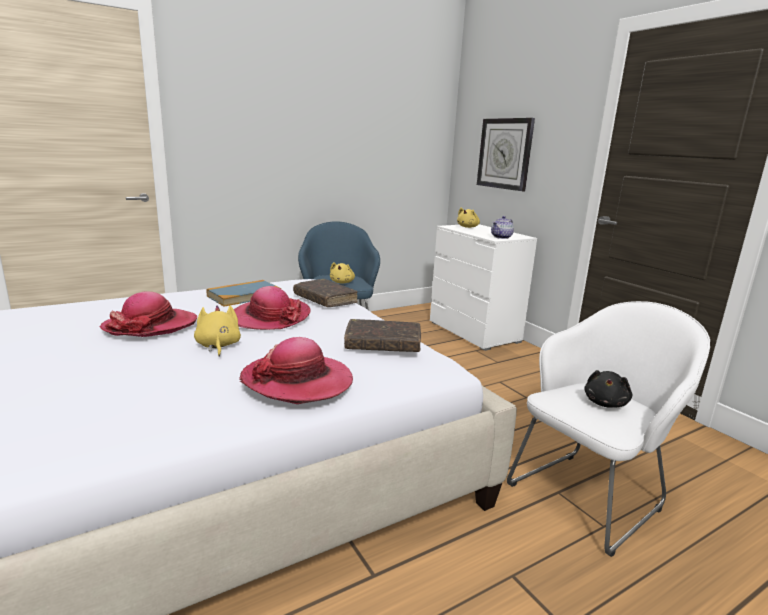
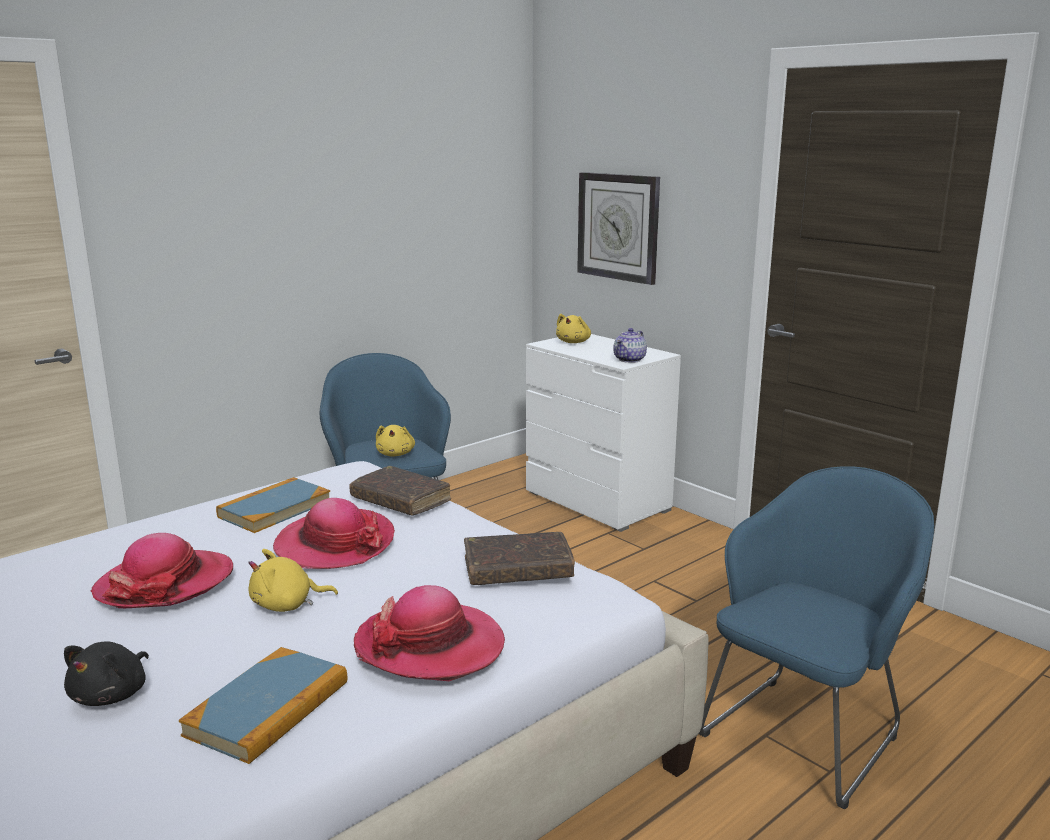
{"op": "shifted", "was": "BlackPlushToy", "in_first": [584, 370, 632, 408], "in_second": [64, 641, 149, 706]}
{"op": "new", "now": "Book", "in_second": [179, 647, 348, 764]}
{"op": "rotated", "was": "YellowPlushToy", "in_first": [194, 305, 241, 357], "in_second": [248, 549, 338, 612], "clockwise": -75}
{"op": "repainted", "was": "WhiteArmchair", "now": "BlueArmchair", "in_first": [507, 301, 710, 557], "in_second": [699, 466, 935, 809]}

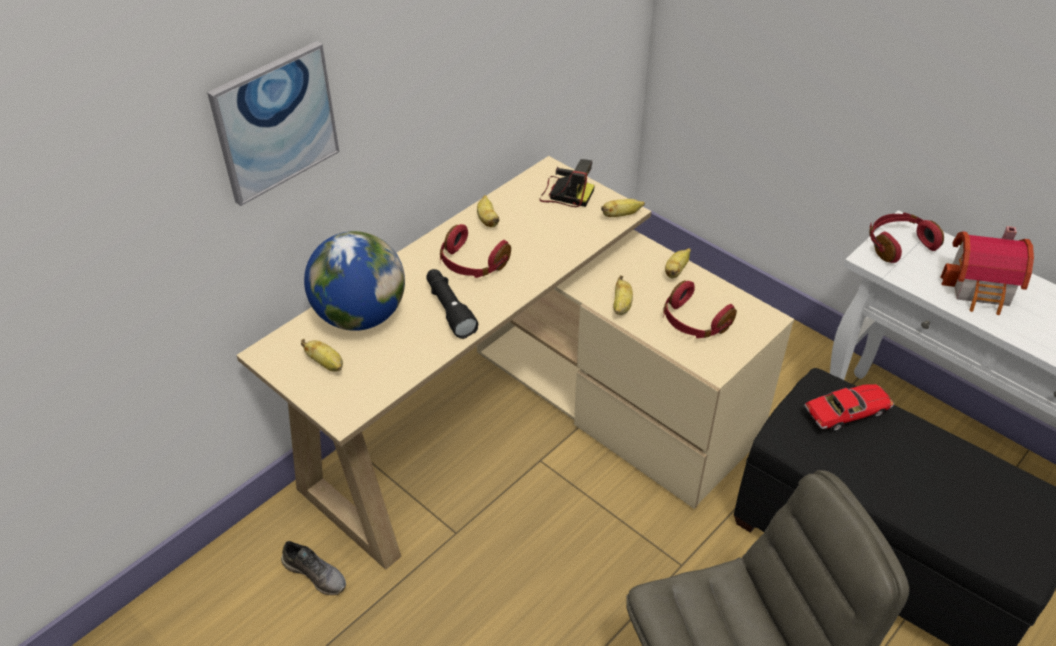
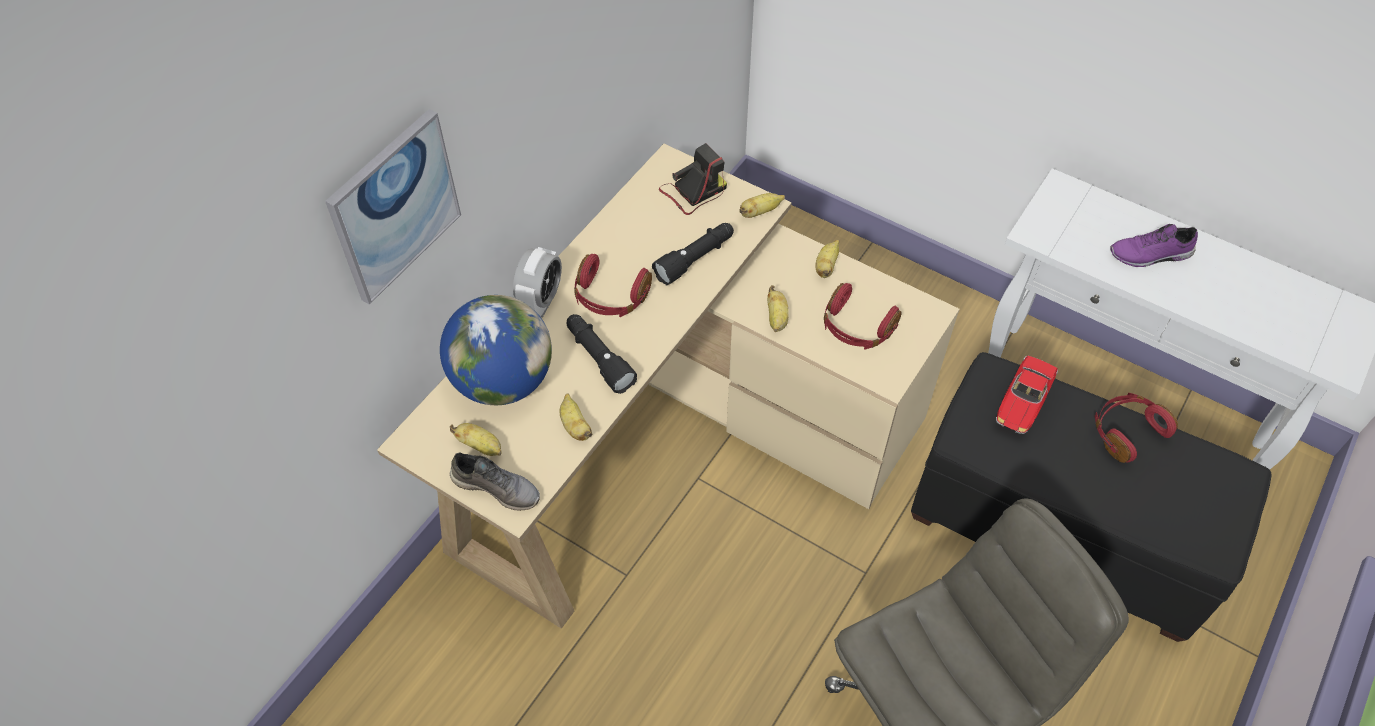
{"op": "shifted", "was": "GreyShoe", "in_first": [281, 541, 346, 595], "in_second": [450, 453, 540, 511]}
{"op": "new", "now": "AlarmClock", "in_second": [513, 247, 562, 318]}
{"op": "shifted", "was": "Banana", "in_first": [477, 195, 499, 227], "in_second": [560, 393, 592, 441]}
{"op": "new", "now": "BlackFlashlight", "in_second": [652, 223, 734, 285]}
{"op": "rotated", "was": "PhotoCamera", "in_first": [539, 159, 595, 207], "in_second": [659, 143, 727, 215], "clockwise": -45}
{"op": "rotated", "was": "ToyCar", "in_first": [804, 384, 894, 432], "in_second": [996, 356, 1058, 434], "clockwise": 150}
{"op": "shifted", "was": "RedHeadphones", "in_first": [869, 213, 944, 263], "in_second": [1095, 393, 1178, 463]}
{"op": "swapped", "was": "ToyHouse", "now": "PurpleShoe", "in_first": [941, 226, 1034, 315], "in_second": [1110, 224, 1198, 267]}

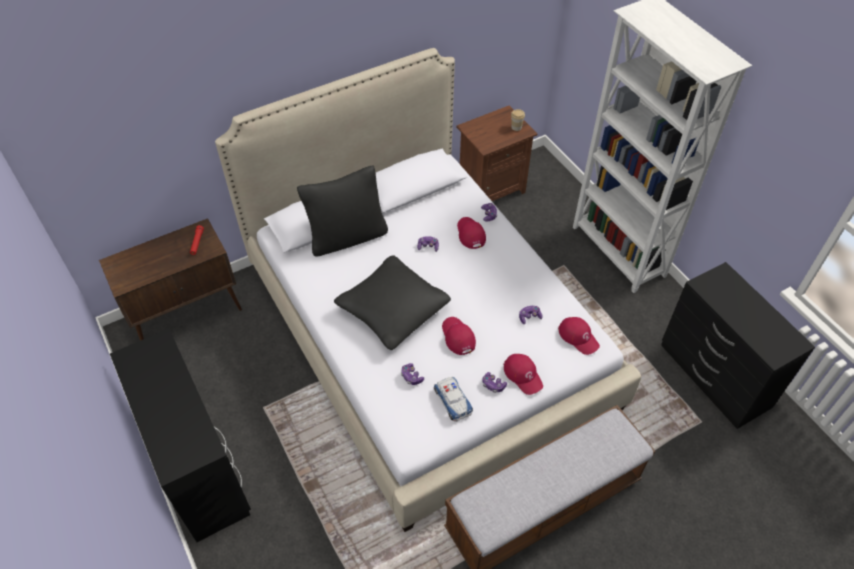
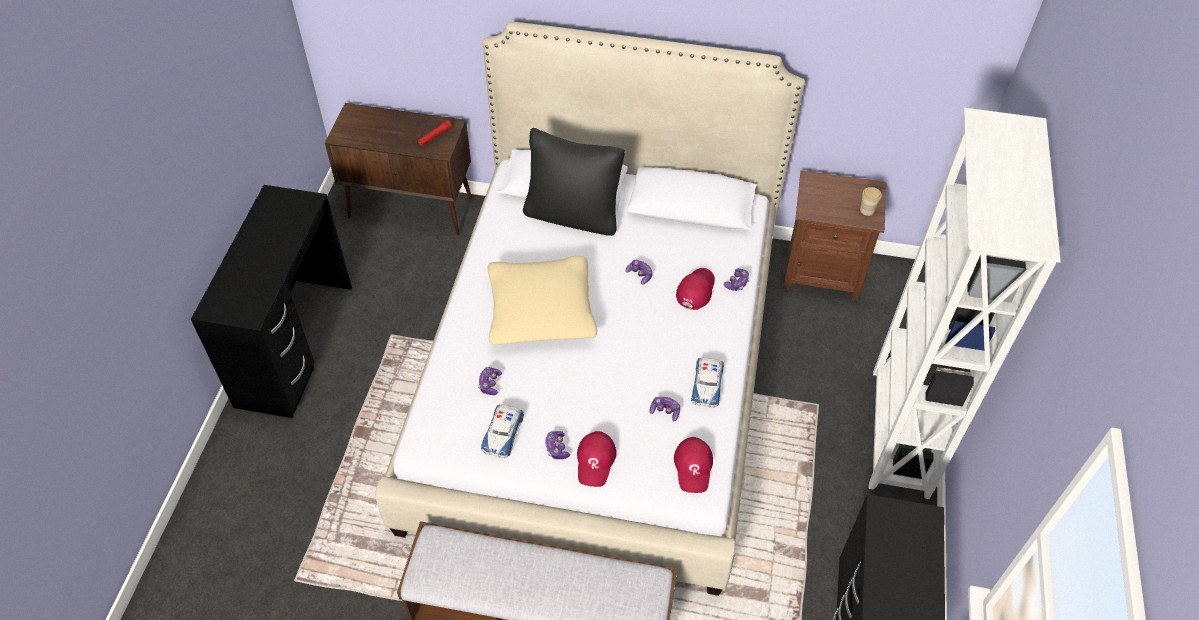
{"op": "repainted", "was": "BlackPillow", "now": "BeigePillow", "in_first": [334, 255, 451, 350], "in_second": [488, 256, 597, 345]}
{"op": "new", "now": "ToyCar", "in_second": [691, 357, 724, 408]}
{"op": "gone", "was": "RedCap", "in_first": [442, 317, 476, 355]}

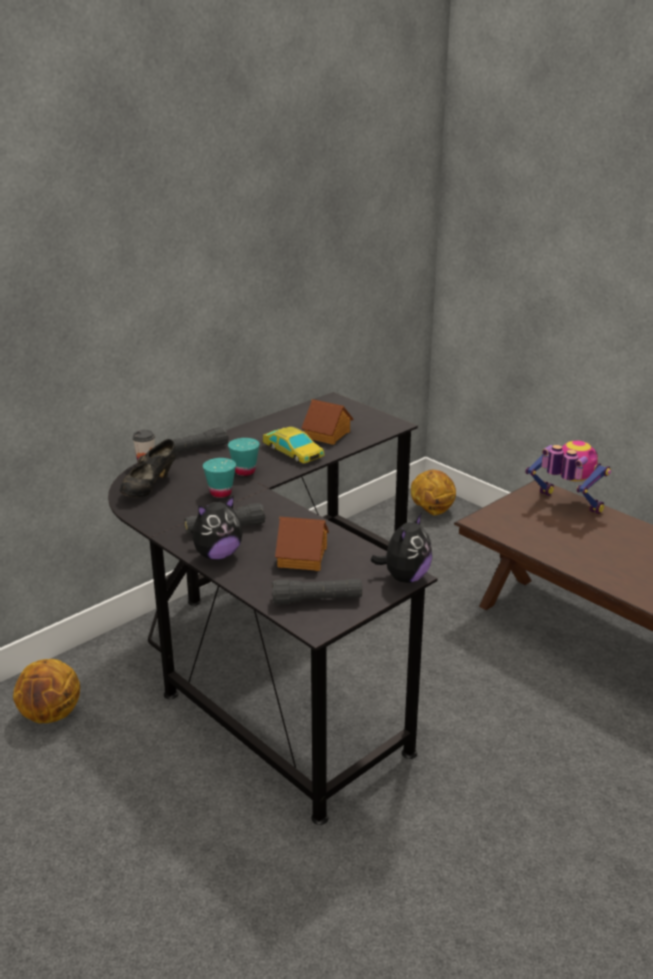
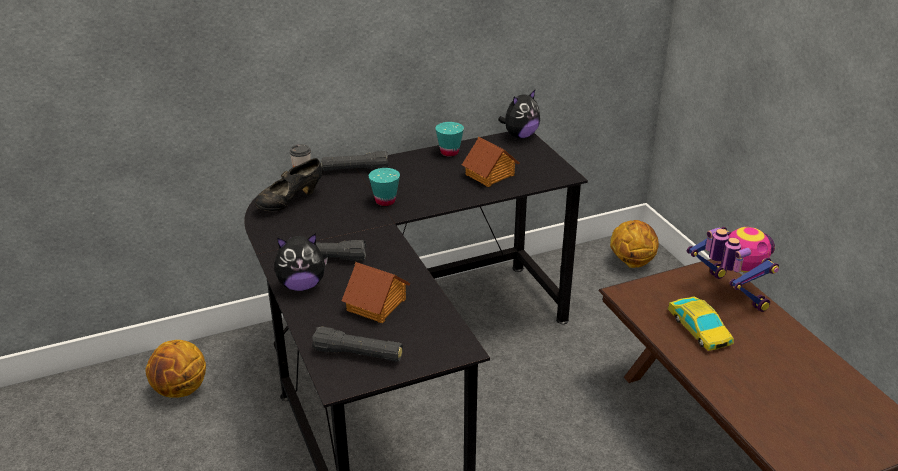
{"op": "shifted", "was": "TurquoiseCup", "in_first": [203, 458, 236, 498], "in_second": [435, 122, 464, 156]}
{"op": "shifted", "was": "PlushToy", "in_first": [370, 513, 432, 583], "in_second": [498, 90, 540, 139]}
{"op": "shifted", "was": "ToyCar", "in_first": [263, 427, 325, 464], "in_second": [668, 296, 734, 351]}

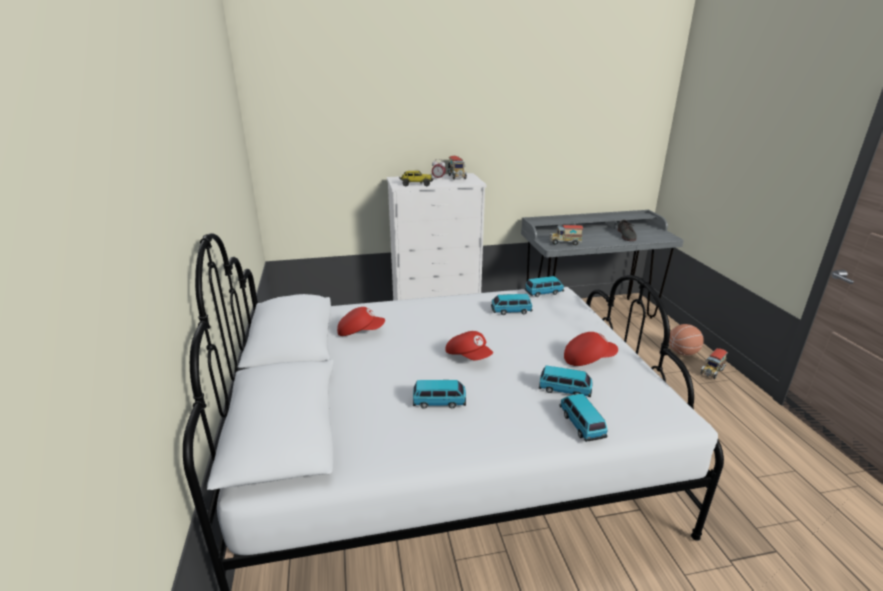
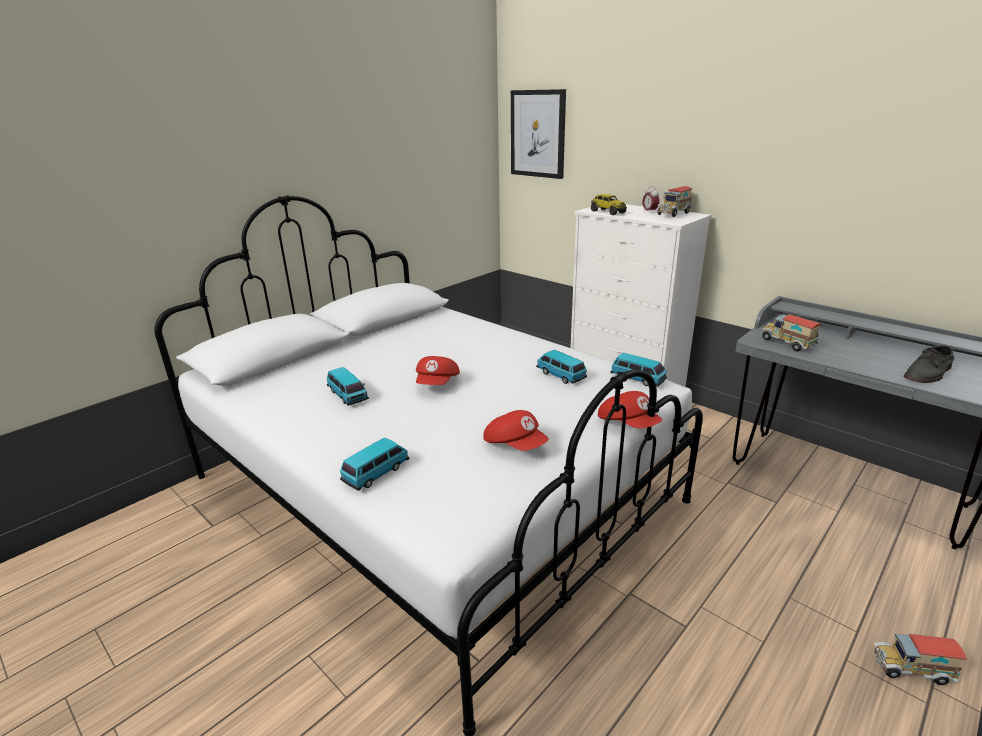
{"op": "new", "now": "Picture", "in_second": [511, 89, 566, 179]}
{"op": "shifted", "was": "RedCap", "in_first": [337, 307, 385, 336], "in_second": [598, 391, 662, 428]}
{"op": "gone", "was": "ToyCar", "in_first": [539, 365, 592, 397]}
{"op": "gone", "was": "Basketball", "in_first": [669, 324, 704, 356]}

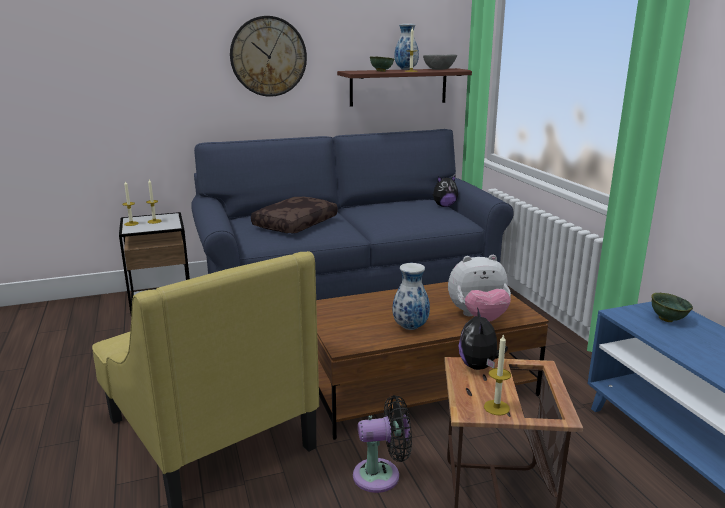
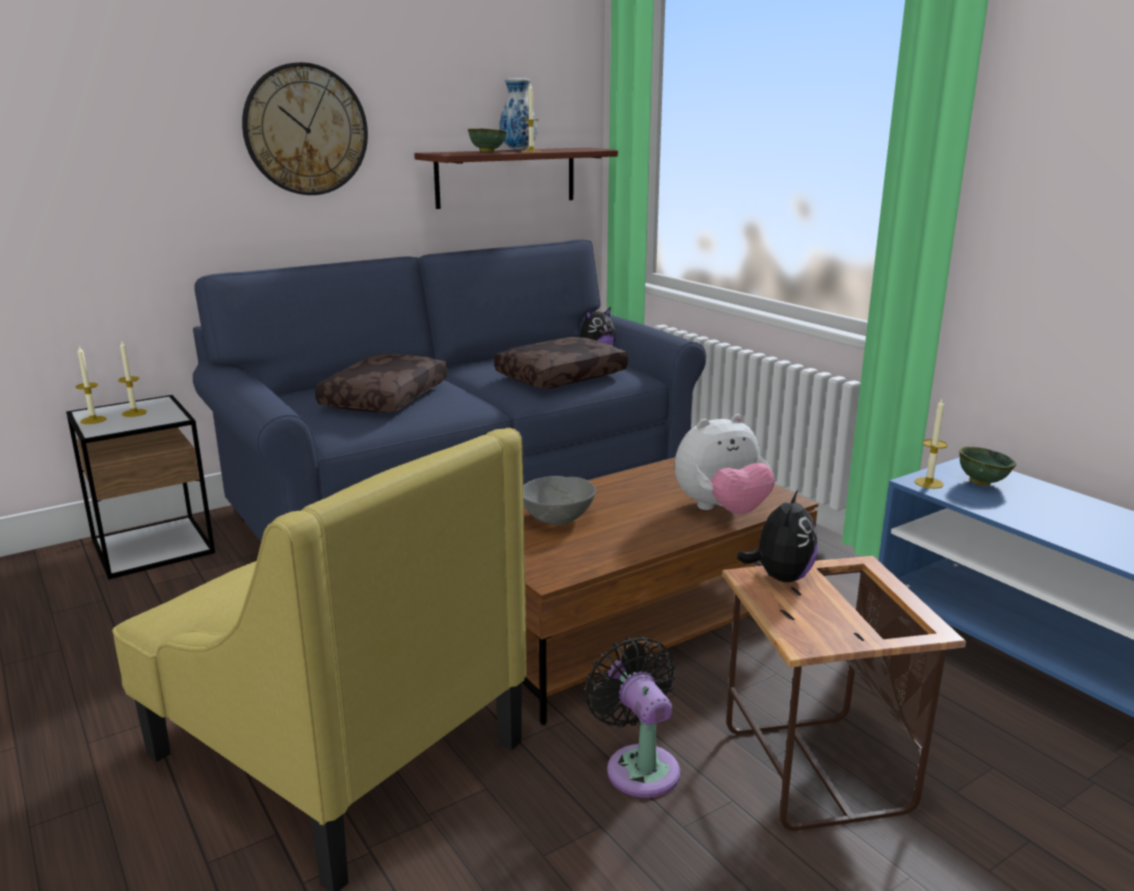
{"op": "new", "now": "BrownPillow", "in_second": [494, 337, 628, 388]}
{"op": "shifted", "was": "GreyBowl", "in_first": [423, 54, 457, 70], "in_second": [523, 476, 596, 525]}
{"op": "rotated", "was": "BlackFan", "in_first": [353, 395, 412, 493], "in_second": [585, 636, 680, 798], "clockwise": -90}
{"op": "rotated", "was": "PlushToy", "in_first": [459, 307, 508, 370], "in_second": [737, 490, 818, 582], "clockwise": -150}
{"op": "shifted", "was": "Candle", "in_first": [484, 334, 511, 415], "in_second": [915, 399, 948, 489]}
{"op": "gone", "was": "Vase", "in_first": [393, 263, 430, 330]}

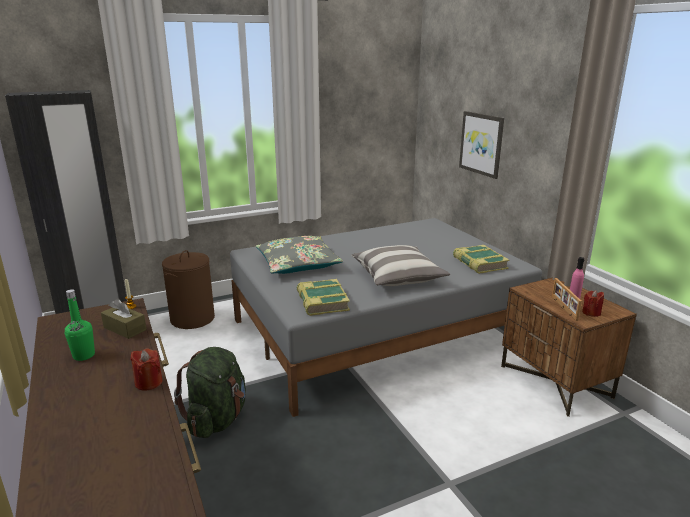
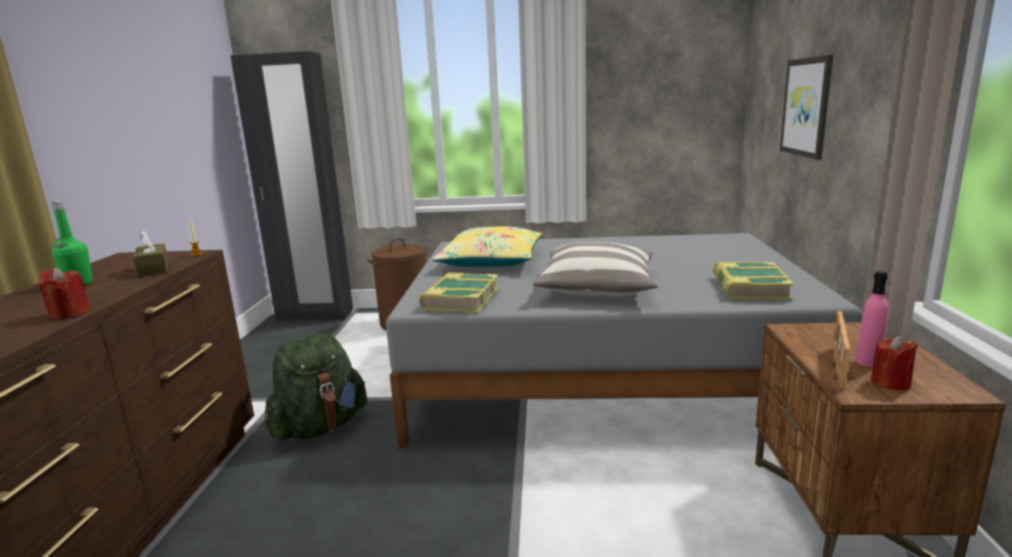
{"op": "repainted", "was": "GreyPillow", "now": "YellowPillow", "in_first": [256, 236, 343, 274], "in_second": [432, 227, 542, 267]}

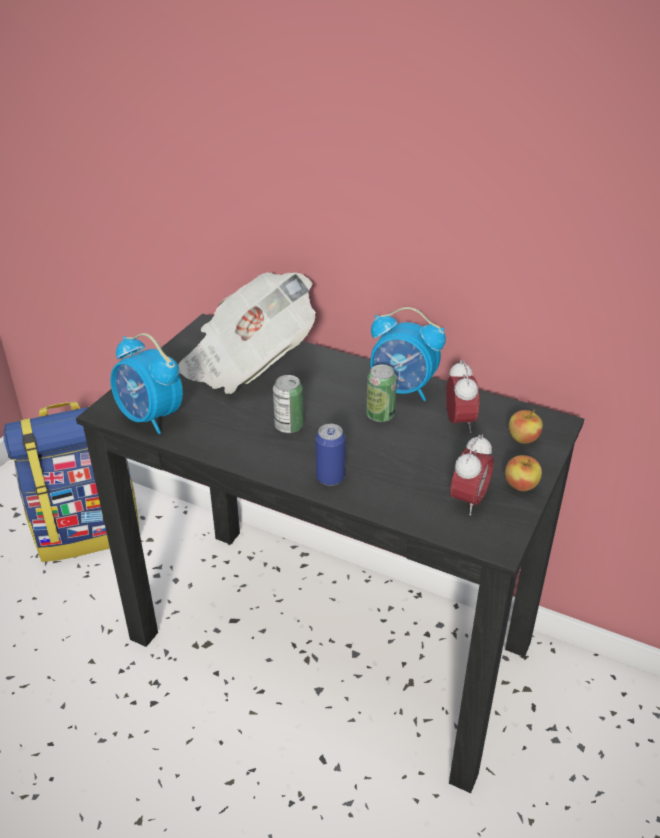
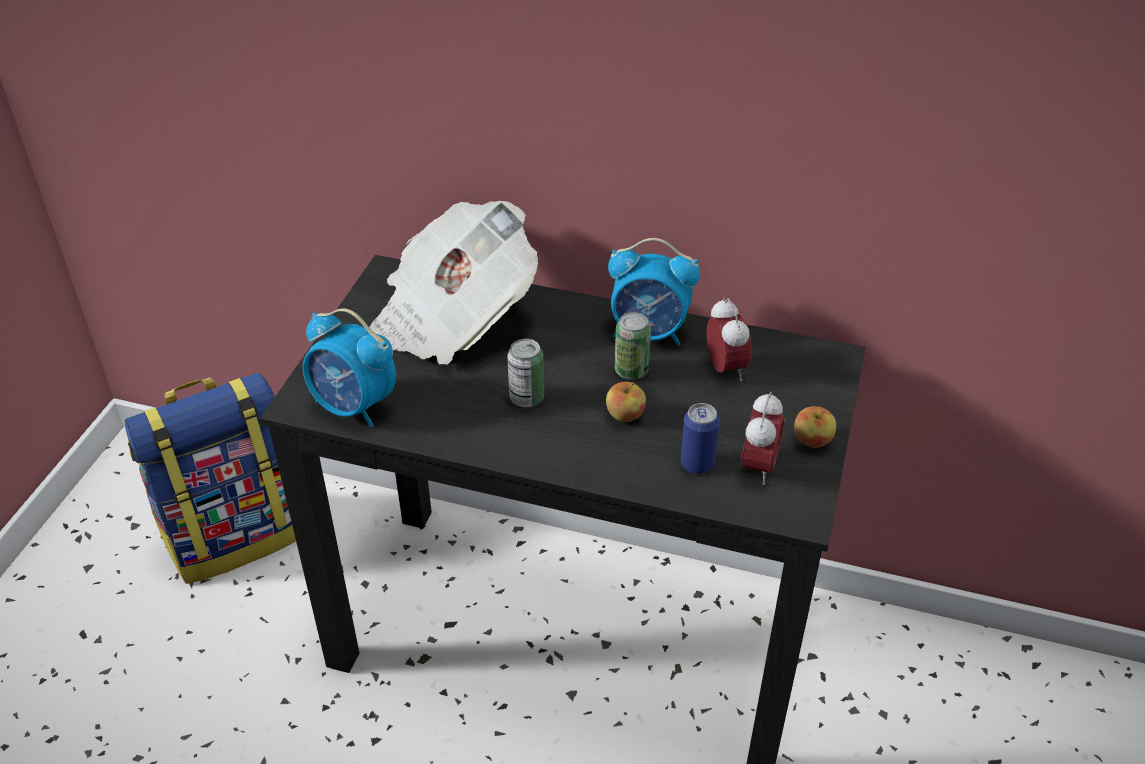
{"op": "shifted", "was": "Apple", "in_first": [509, 409, 543, 444], "in_second": [606, 382, 646, 422]}
{"op": "shifted", "was": "Can", "in_first": [316, 424, 345, 486], "in_second": [681, 403, 720, 474]}

